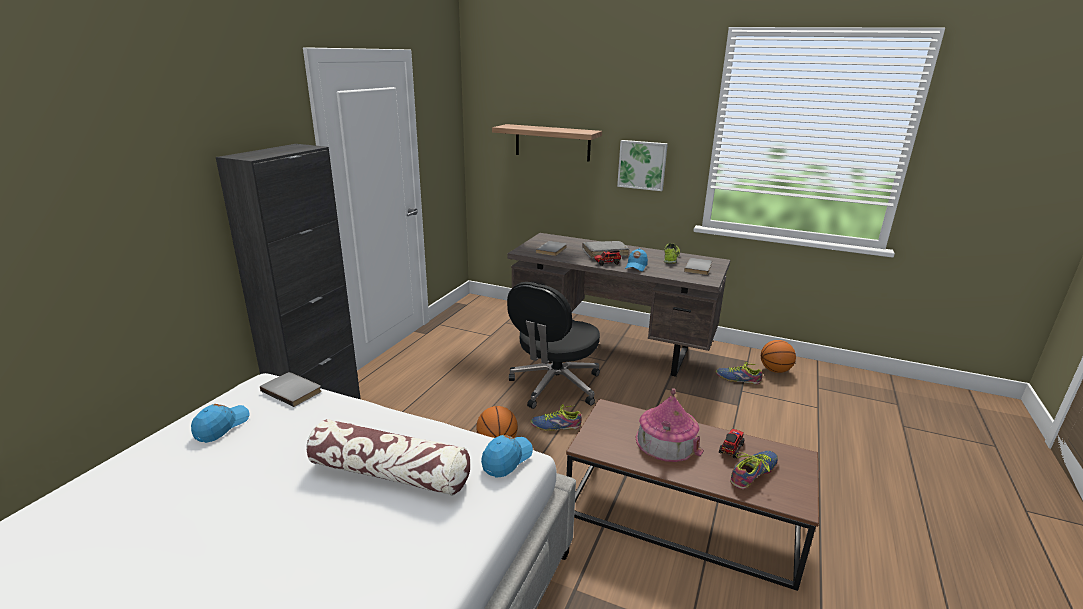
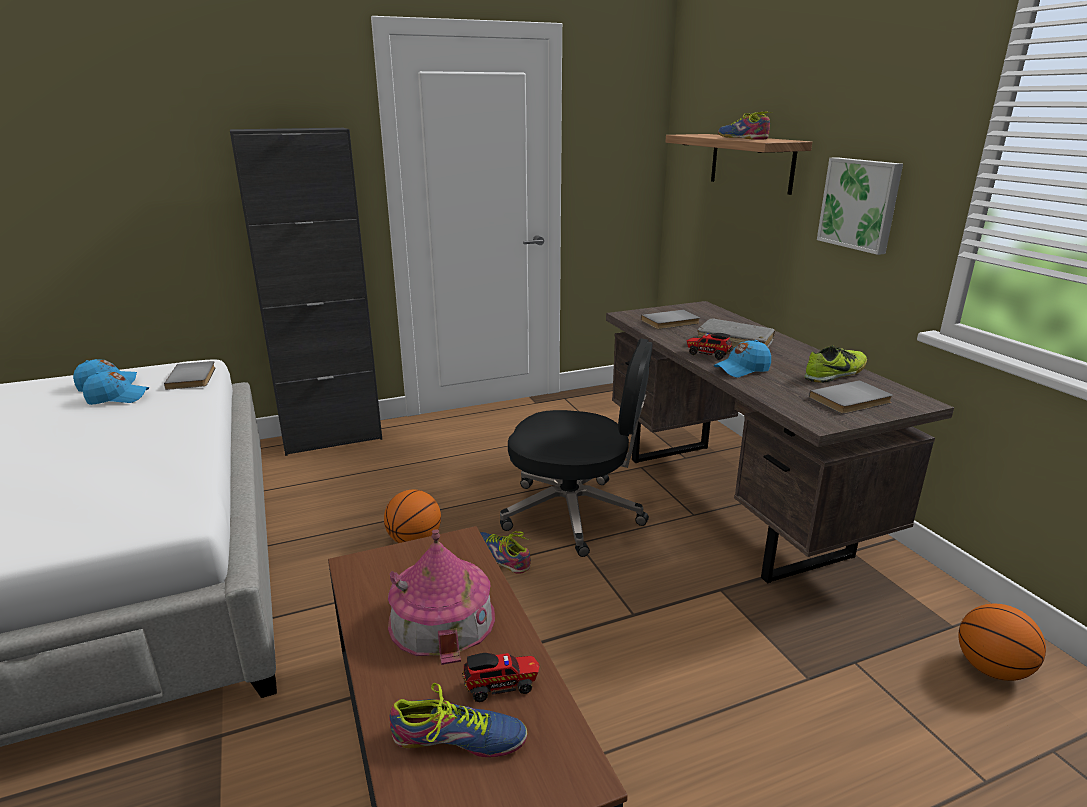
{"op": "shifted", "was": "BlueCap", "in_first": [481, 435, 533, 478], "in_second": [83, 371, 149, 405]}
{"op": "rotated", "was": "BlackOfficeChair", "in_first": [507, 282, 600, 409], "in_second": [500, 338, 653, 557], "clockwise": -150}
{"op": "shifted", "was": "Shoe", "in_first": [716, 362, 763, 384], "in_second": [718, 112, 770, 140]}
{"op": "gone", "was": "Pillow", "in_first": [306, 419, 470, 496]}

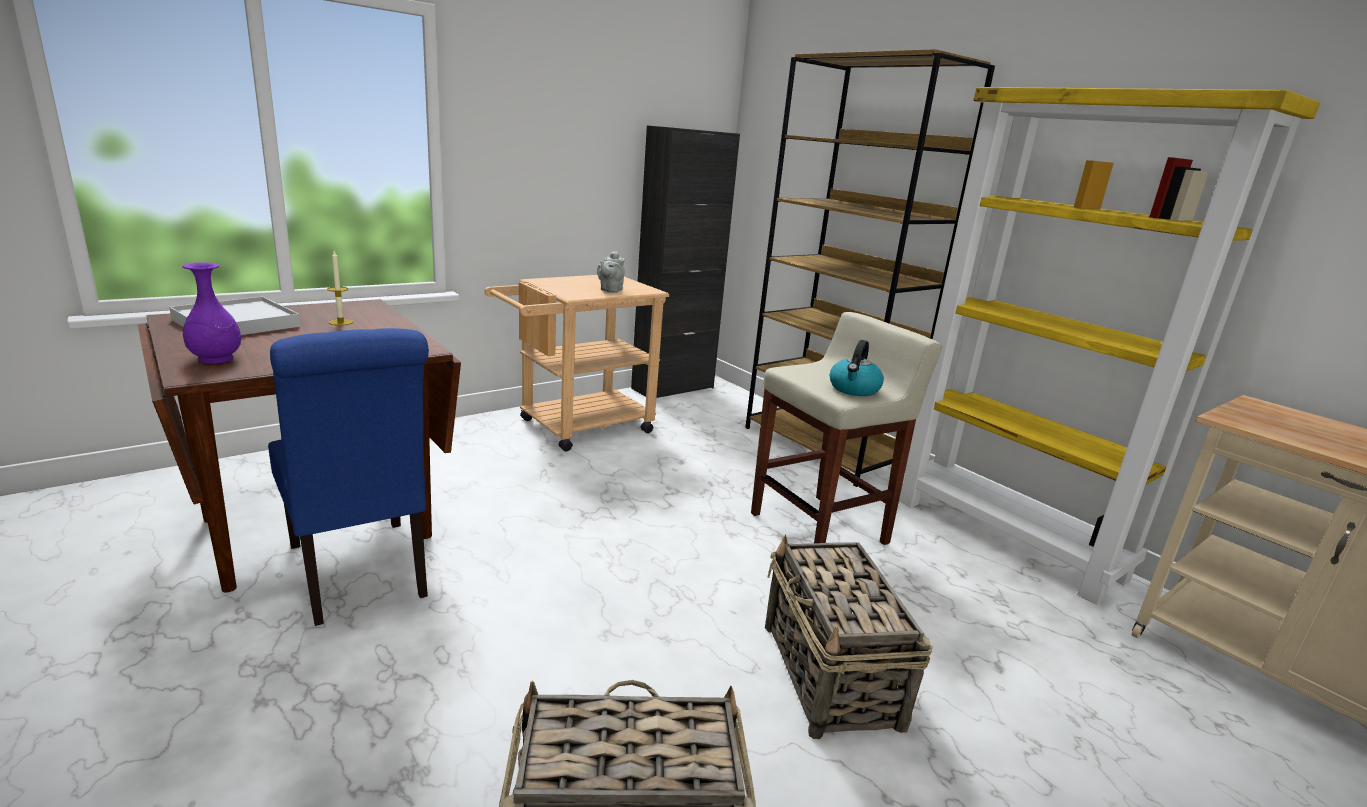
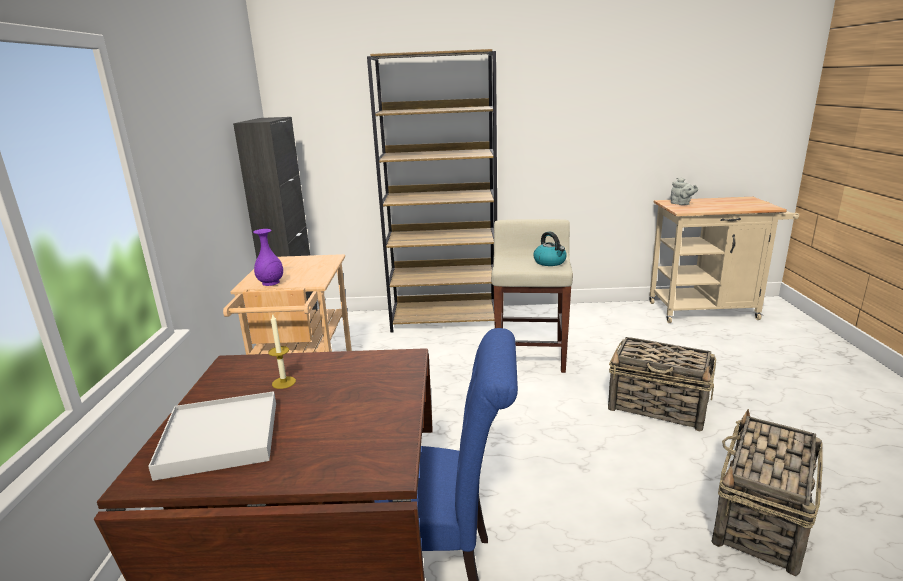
{"op": "shifted", "was": "PurpleVase", "in_first": [182, 262, 241, 364], "in_second": [253, 229, 283, 286]}
{"op": "shifted", "was": "GreyTeapot", "in_first": [597, 251, 625, 293], "in_second": [670, 178, 698, 205]}
{"op": "gone", "was": "YellowBookcase", "in_first": [899, 87, 1320, 605]}

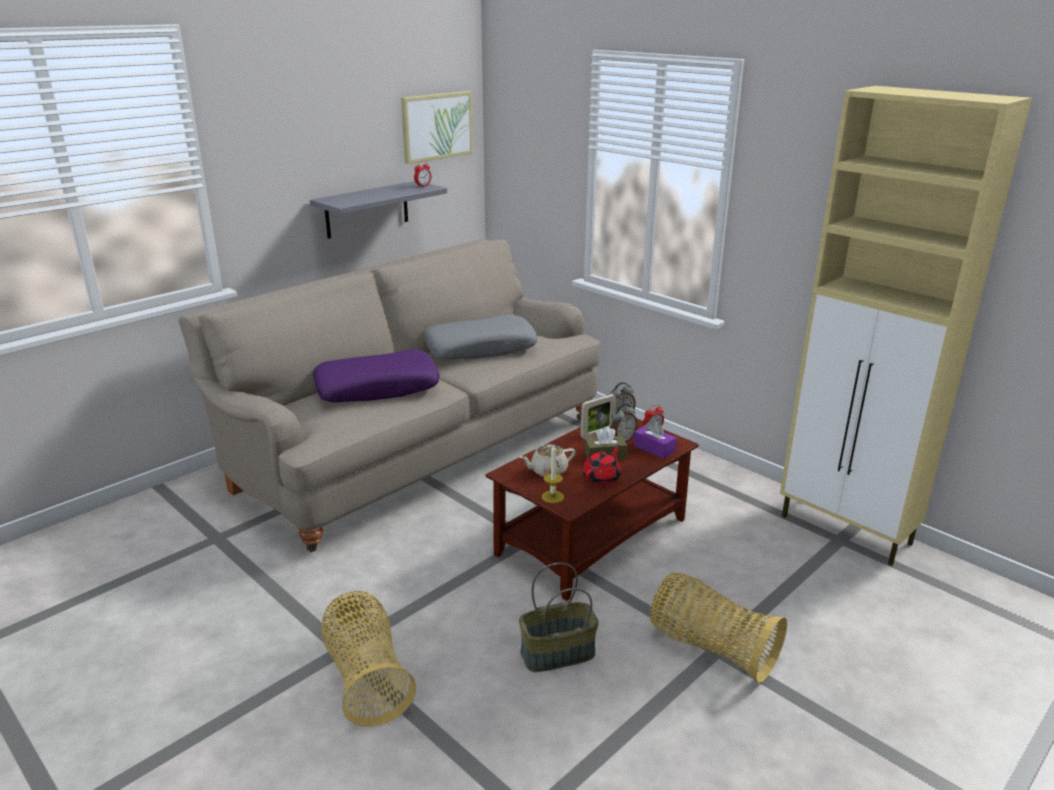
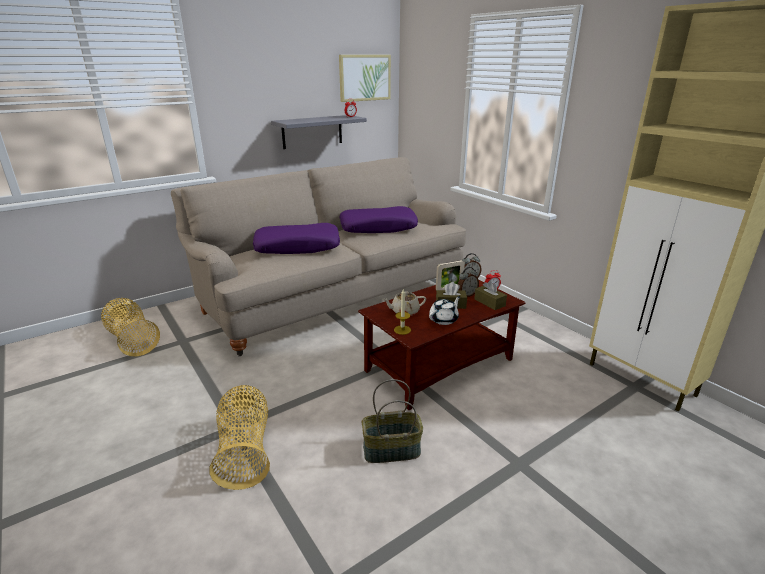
{"op": "shifted", "was": "Basket", "in_first": [650, 573, 787, 683], "in_second": [101, 298, 160, 357]}
{"op": "repainted", "was": "GreyPillow", "now": "PurplePillow", "in_first": [424, 315, 537, 360], "in_second": [339, 206, 418, 233]}
{"op": "repainted", "was": "RedTeapot", "now": "WhiteTeapot", "in_first": [583, 445, 621, 485], "in_second": [429, 296, 460, 325]}
{"op": "repainted", "was": "PurpleTissueBox", "now": "BrownTissueBox", "in_first": [634, 421, 677, 459], "in_second": [474, 281, 507, 310]}

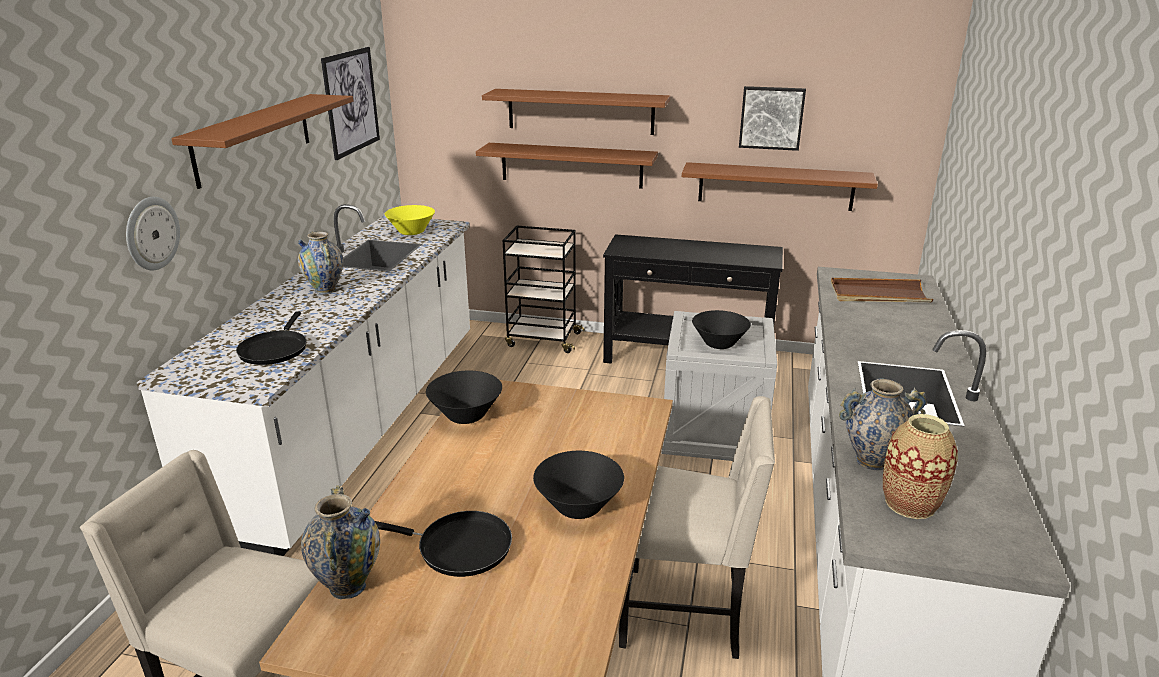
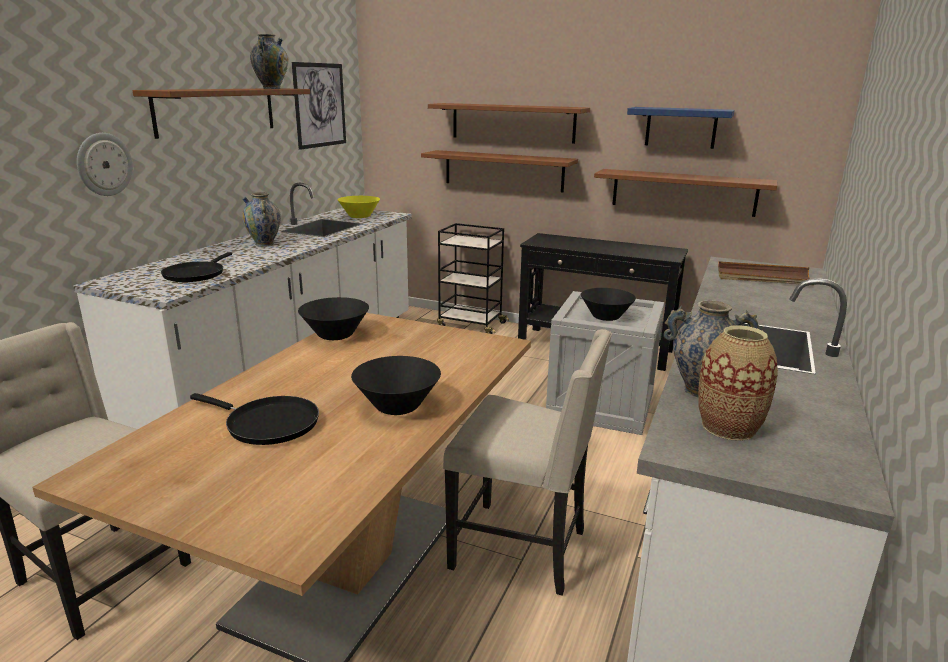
{"op": "shifted", "was": "Vase", "in_first": [301, 485, 380, 599], "in_second": [250, 34, 288, 89]}
{"op": "swapped", "was": "Picture", "now": "BlueShelf", "in_first": [739, 86, 806, 151], "in_second": [627, 107, 734, 149]}

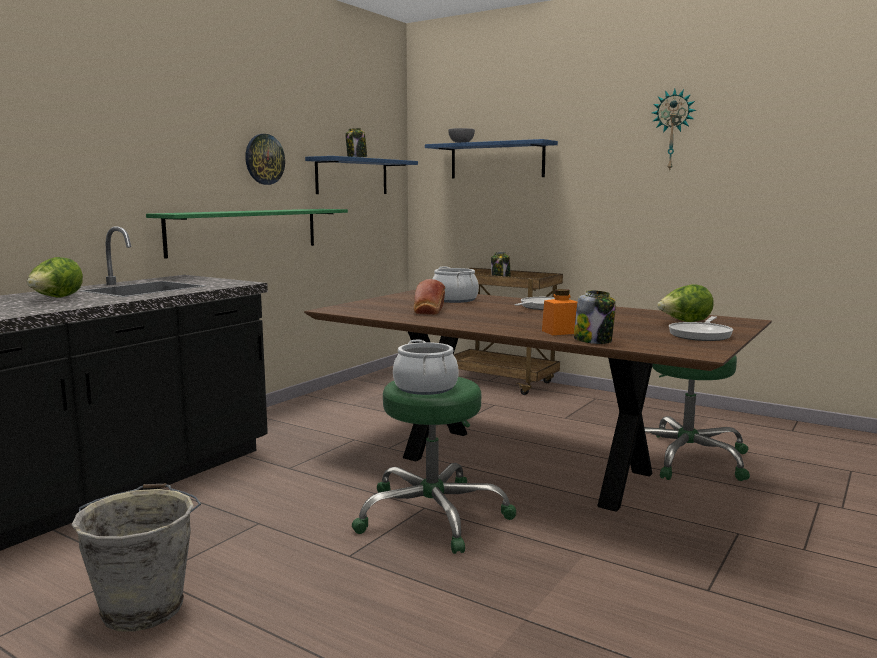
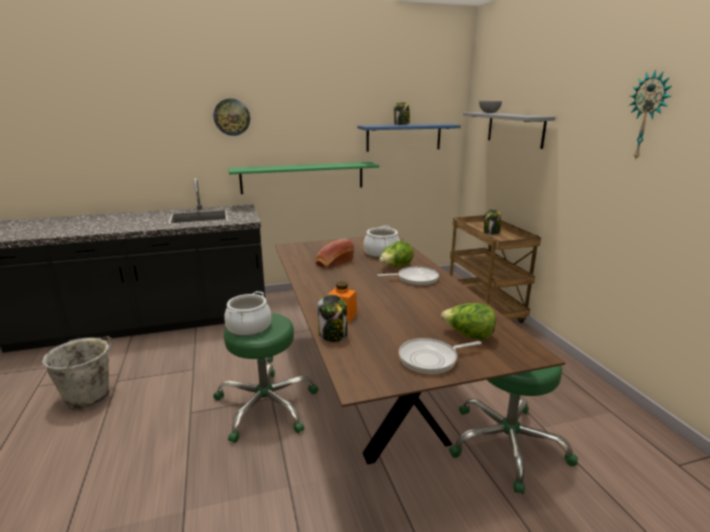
{"op": "shifted", "was": "WallClock", "in_first": [245, 134, 285, 185], "in_second": [214, 99, 250, 136]}
{"op": "shifted", "was": "Lettuce", "in_first": [27, 257, 83, 298], "in_second": [379, 241, 414, 267]}
{"op": "repainted", "was": "BlueShelf", "now": "GreyShelf", "in_first": [425, 139, 558, 178], "in_second": [463, 112, 555, 149]}

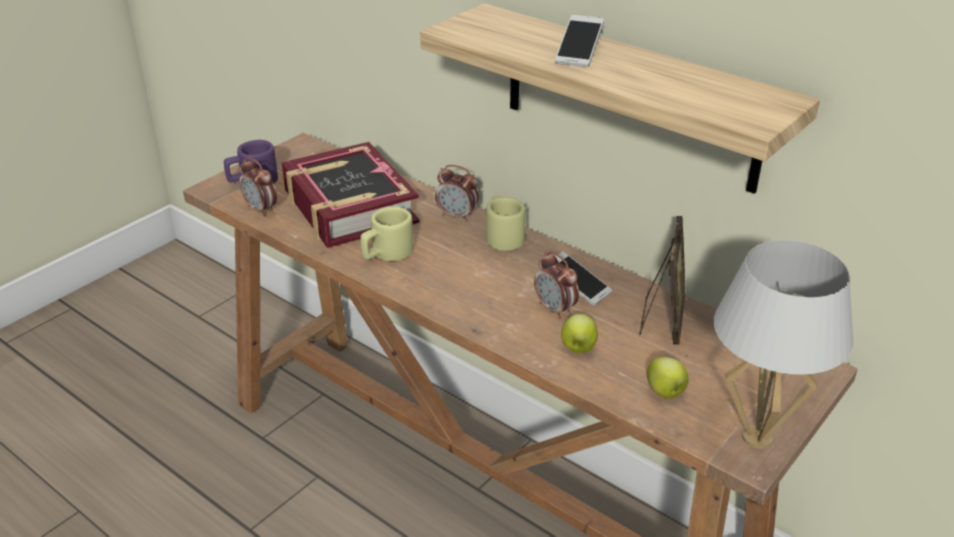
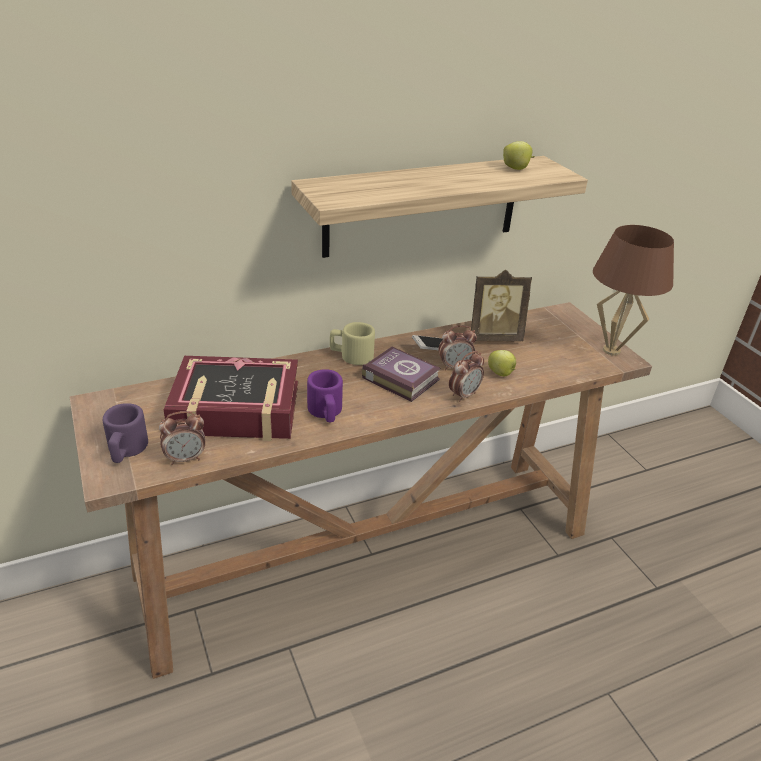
{"op": "repainted", "was": "BeigeMug", "now": "PurpleMug", "in_first": [360, 206, 414, 261], "in_second": [307, 369, 343, 422]}
{"op": "new", "now": "Book", "in_second": [362, 347, 441, 402]}
{"op": "shifted", "was": "AlarmClock", "in_first": [435, 165, 479, 221], "in_second": [449, 351, 484, 402]}
{"op": "rotated", "was": "PictureFrame", "in_first": [639, 216, 686, 345], "in_second": [471, 270, 532, 341], "clockwise": 135}
{"op": "shifted", "was": "Apple", "in_first": [647, 357, 689, 398], "in_second": [503, 141, 535, 170]}
{"op": "repainted", "was": "WhiteTableLamp", "now": "BrownTableLamp", "in_first": [714, 240, 853, 449], "in_second": [593, 225, 674, 355]}
{"op": "gone", "was": "Phone", "in_first": [555, 15, 604, 67]}

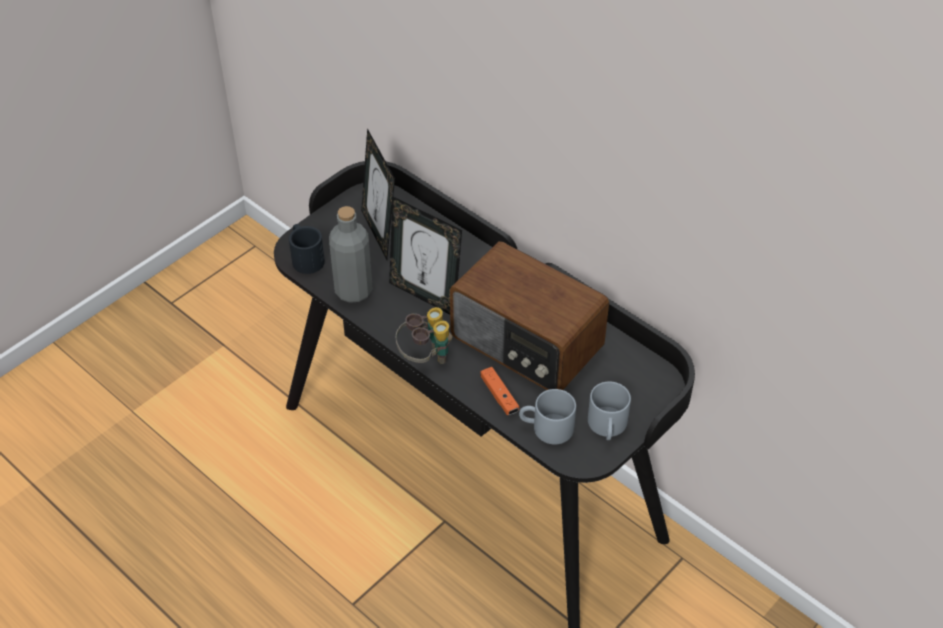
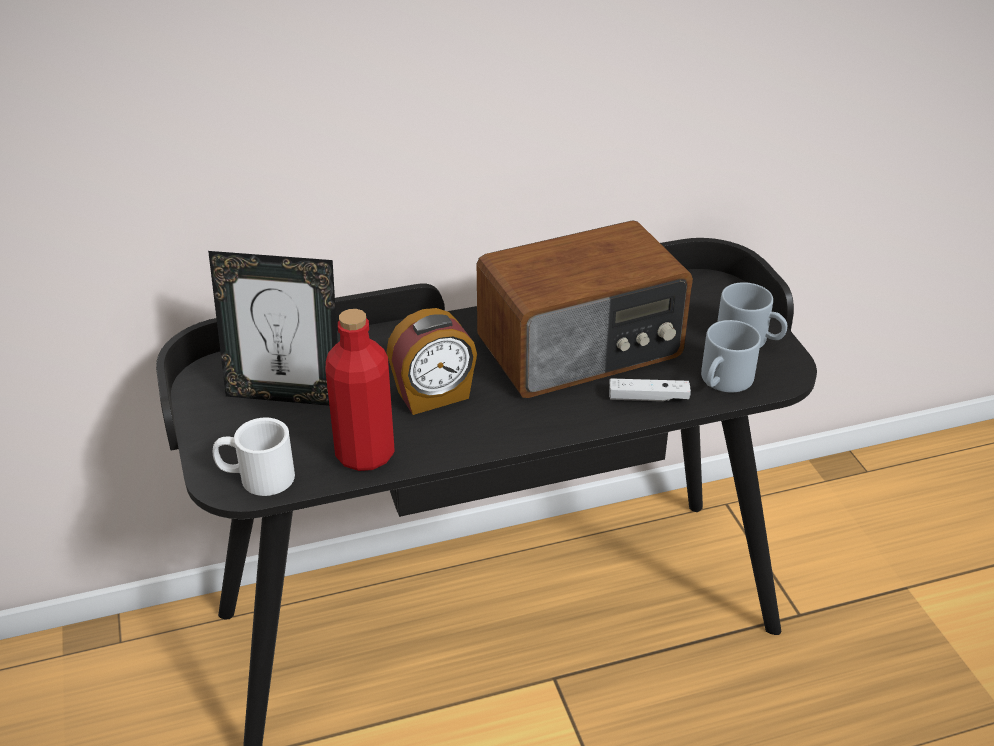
{"op": "repainted", "was": "BlackMug", "now": "WhiteMug", "in_first": [289, 224, 325, 274], "in_second": [212, 417, 295, 496]}
{"op": "repainted", "was": "GreyBottle", "now": "RedBottle", "in_first": [329, 206, 373, 303], "in_second": [326, 309, 395, 471]}
{"op": "swapped", "was": "PictureFrame", "now": "AlarmClock", "in_first": [389, 196, 462, 314], "in_second": [386, 308, 477, 415]}
{"op": "repainted", "was": "OrangeGameController", "now": "WhiteGameController", "in_first": [480, 367, 519, 415], "in_second": [609, 378, 691, 401]}
{"op": "gone", "was": "Binoculars", "in_first": [396, 307, 452, 364]}

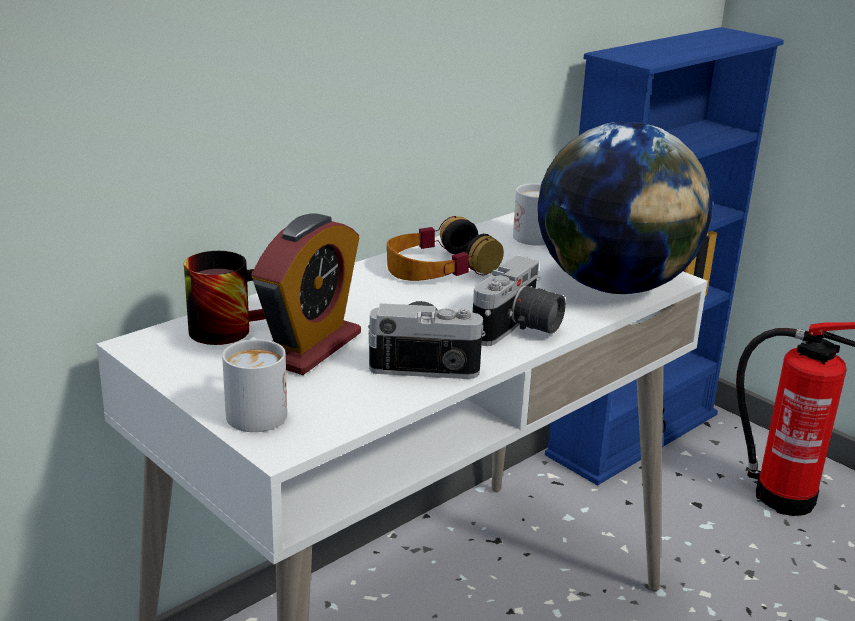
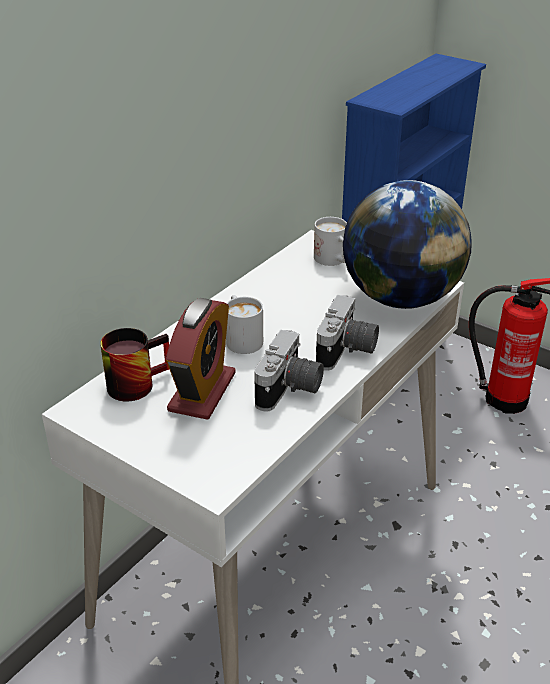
{"op": "shifted", "was": "WhiteMug", "in_first": [222, 337, 287, 432], "in_second": [226, 295, 263, 354]}
{"op": "rotated", "was": "PhotoCamera", "in_first": [368, 301, 485, 379], "in_second": [254, 330, 324, 411], "clockwise": 120}
{"op": "gone", "was": "Headphones", "in_first": [387, 216, 504, 281]}

